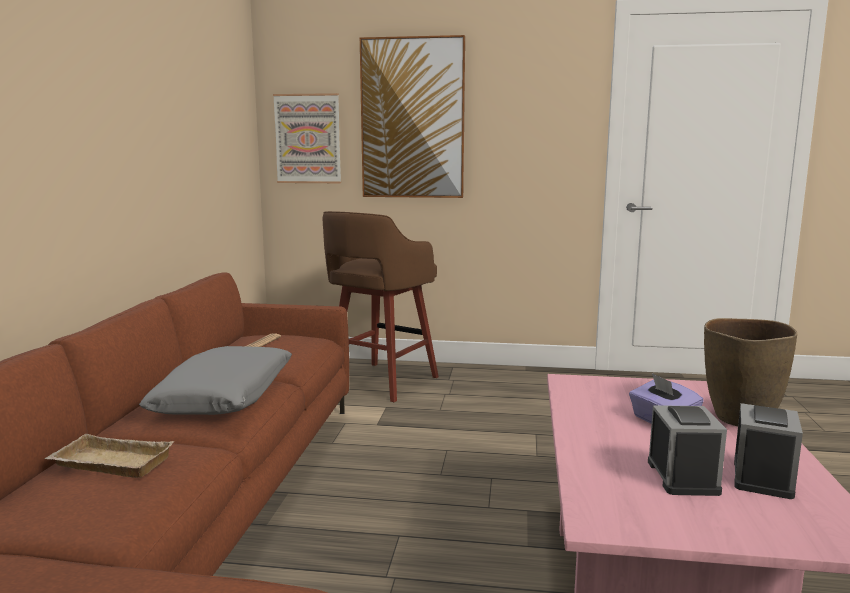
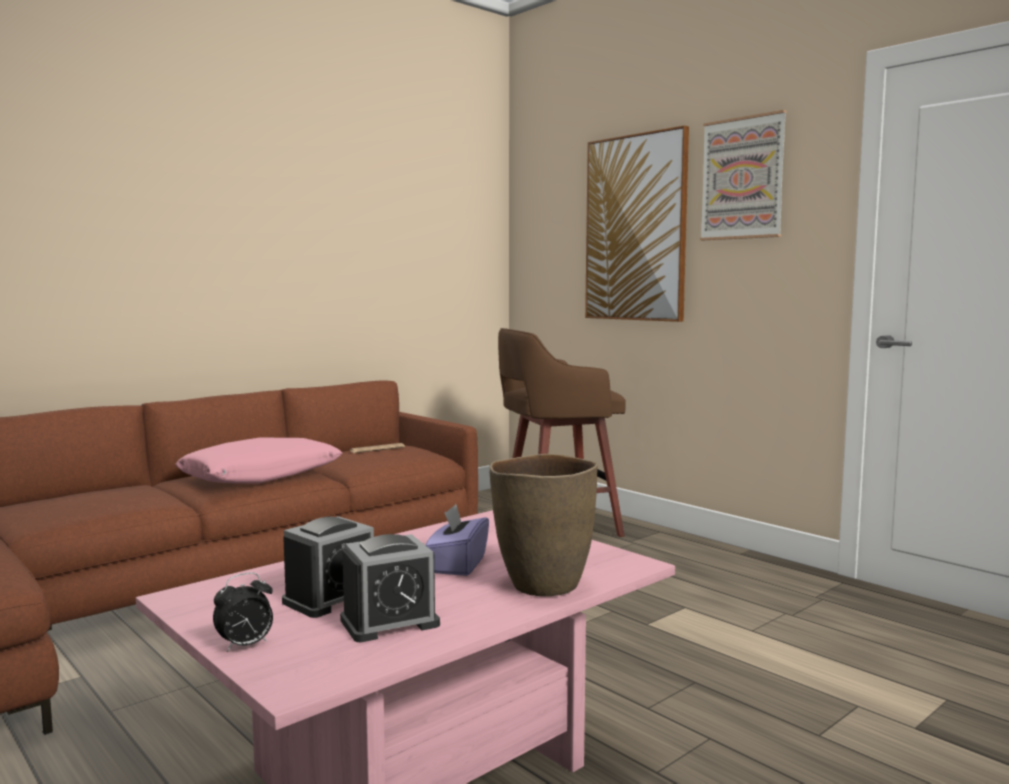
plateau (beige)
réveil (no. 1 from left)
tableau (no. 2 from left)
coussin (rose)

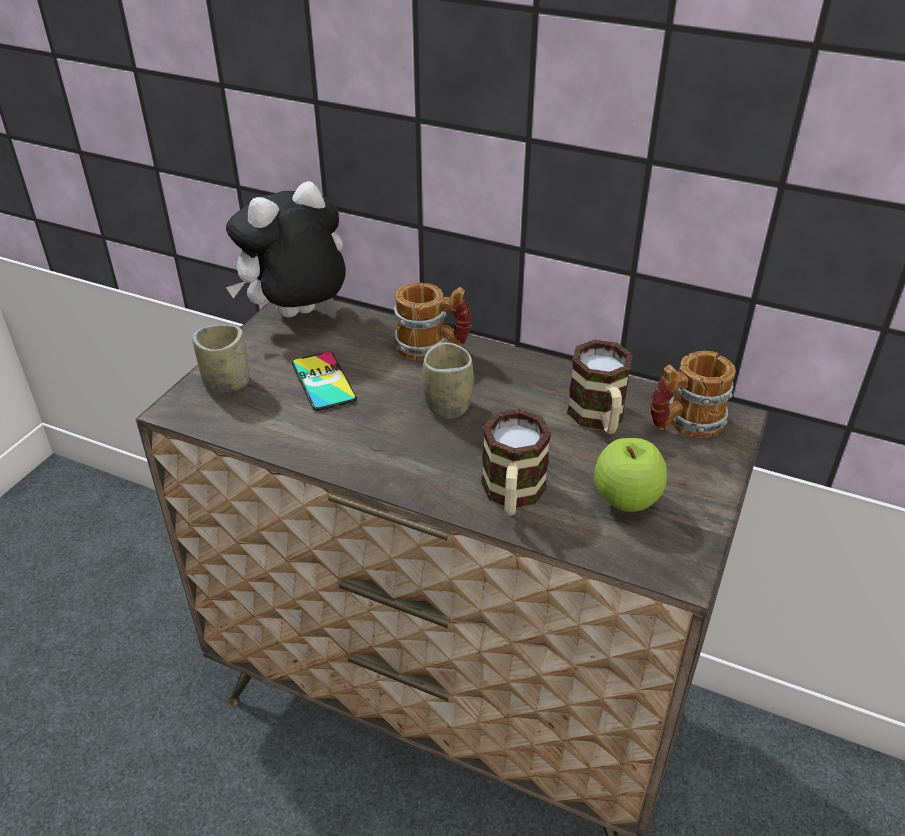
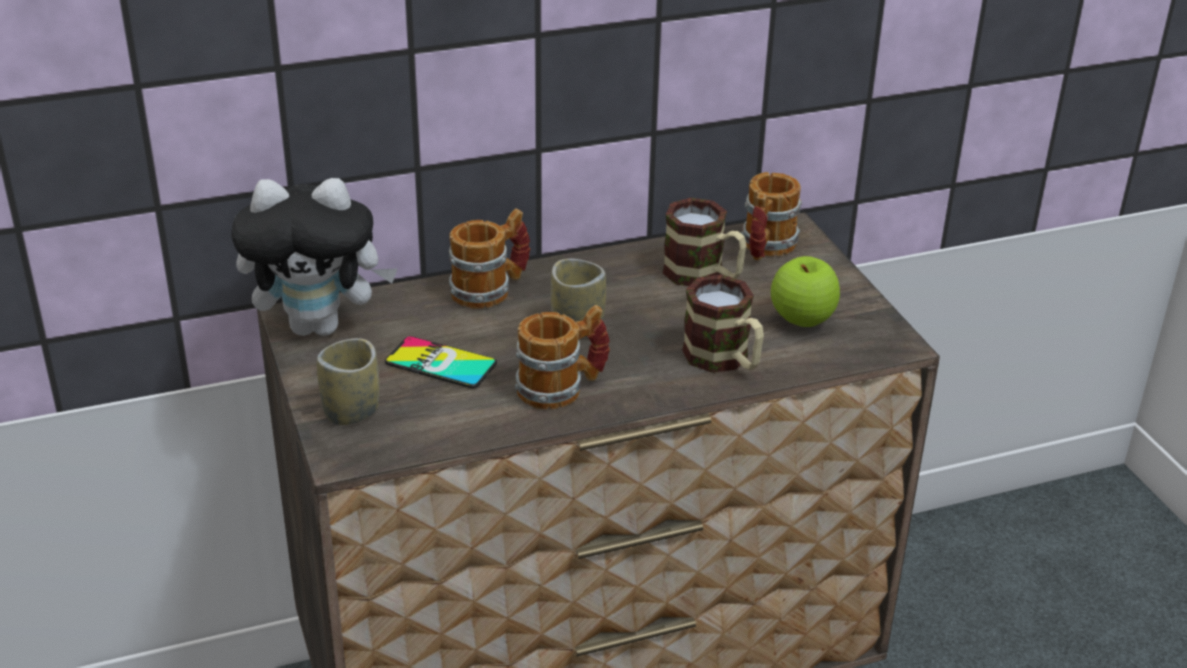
mug (no. 2 from left)
peluche

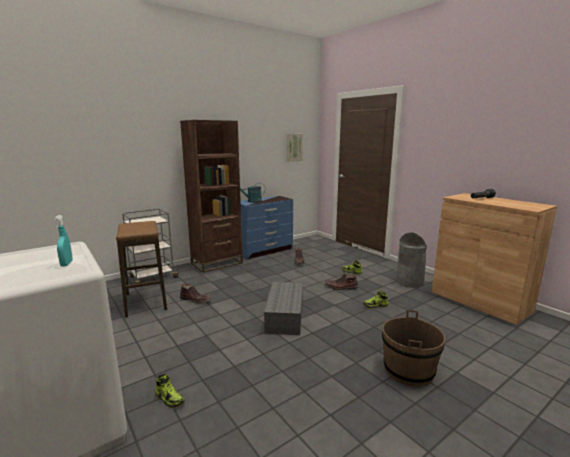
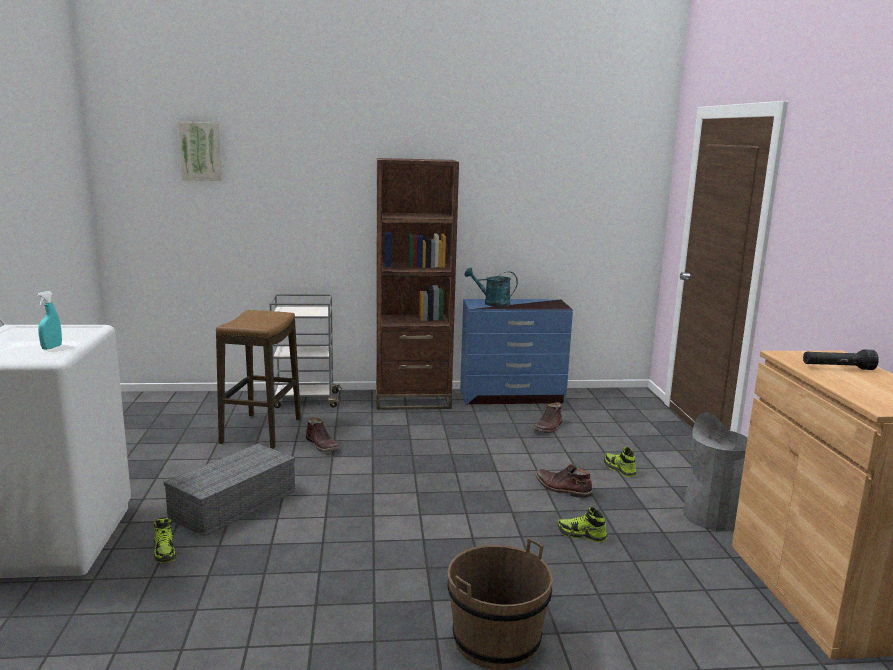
boîte de rangement (gris)
tableau

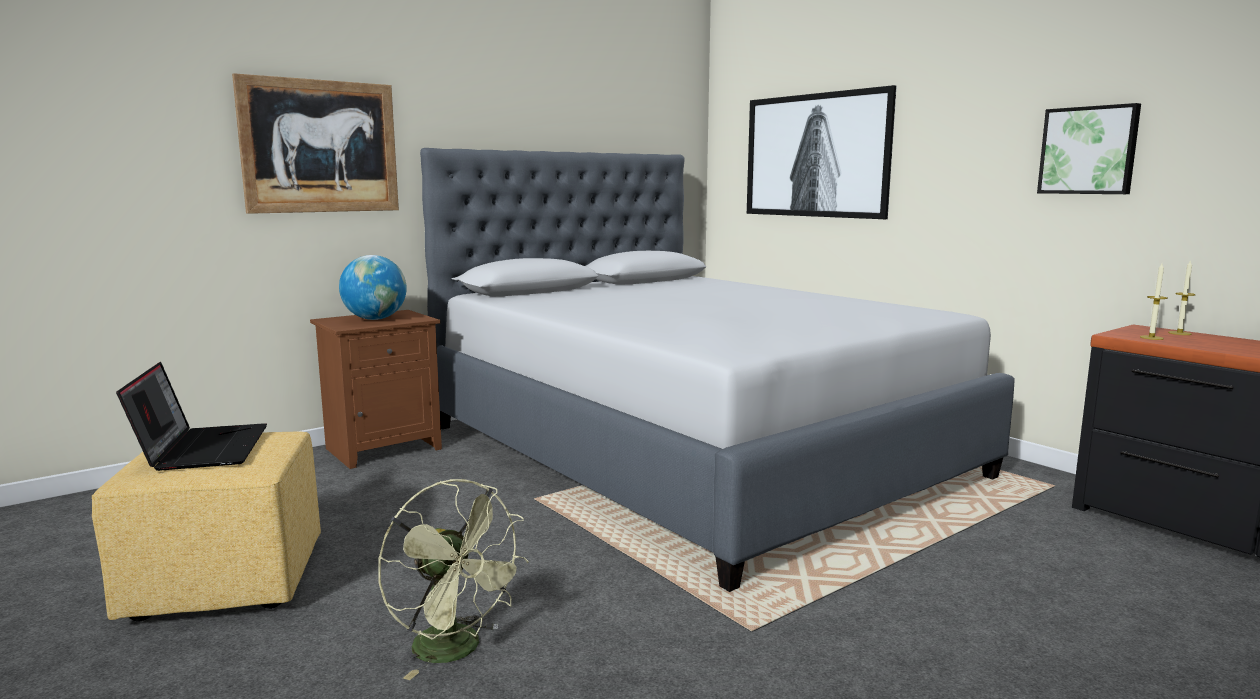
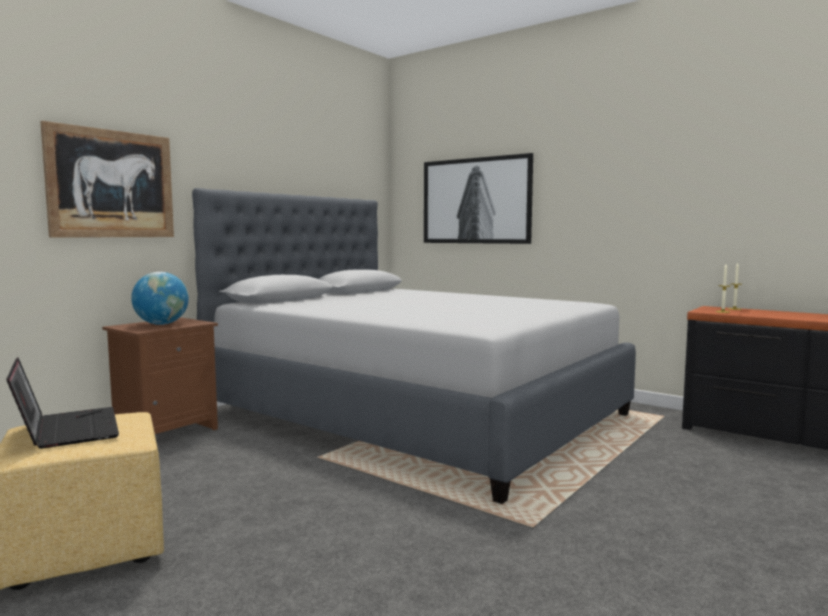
ventilateur (vert)
tableau (no. 3 from left in the first image)

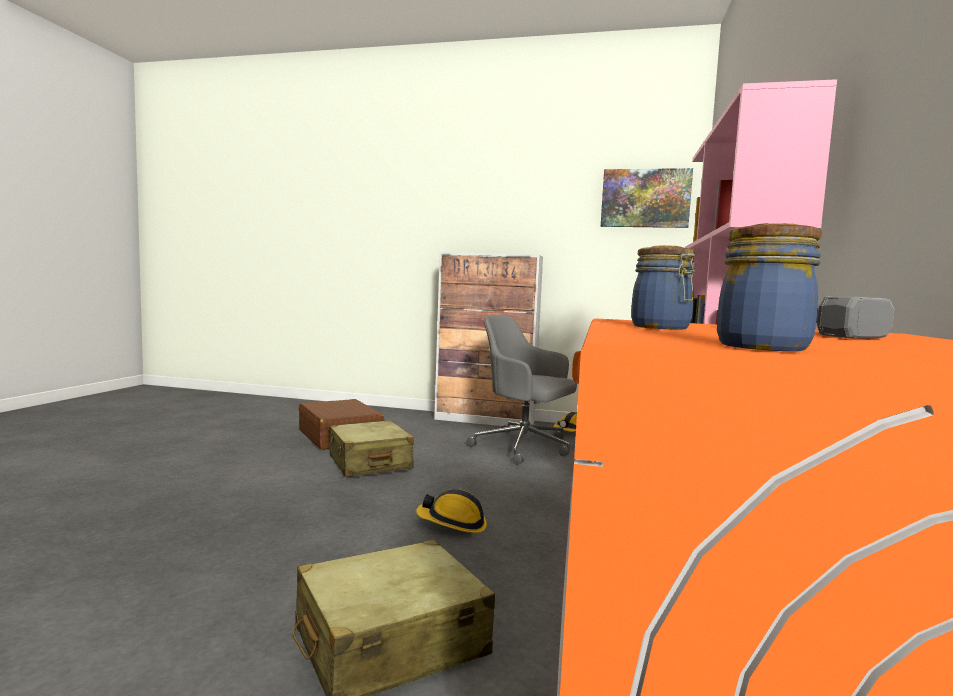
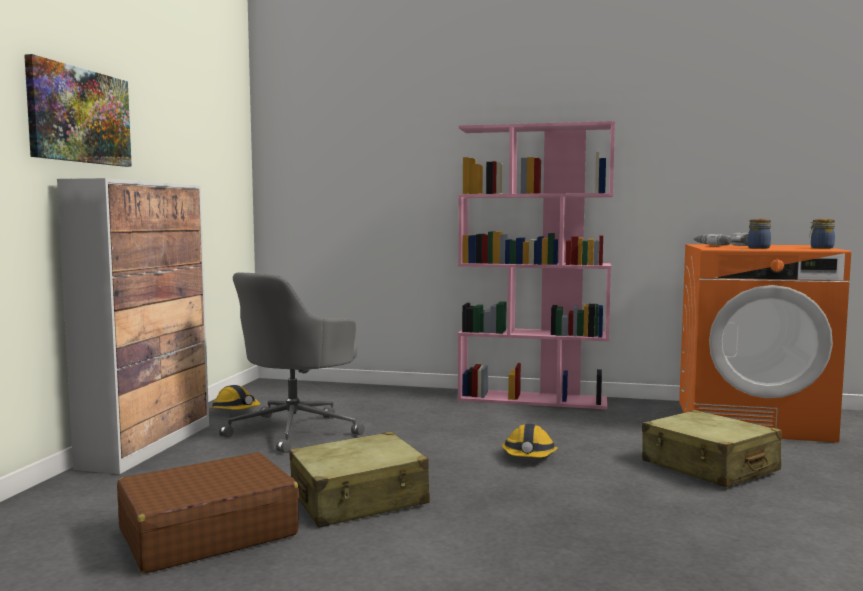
tableau

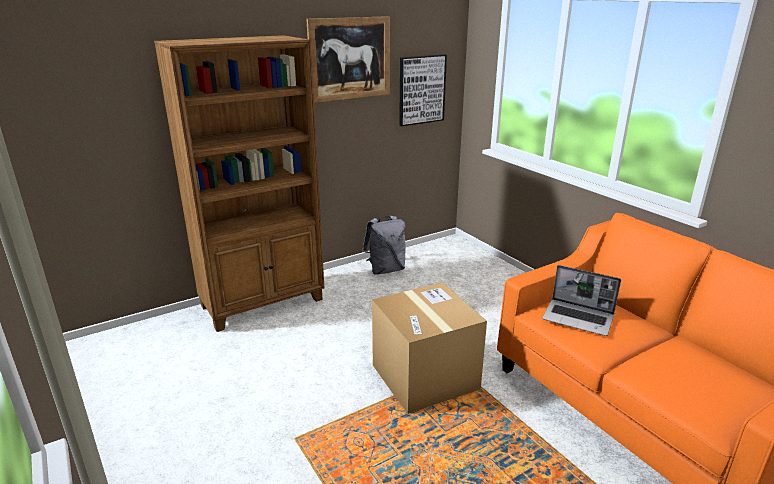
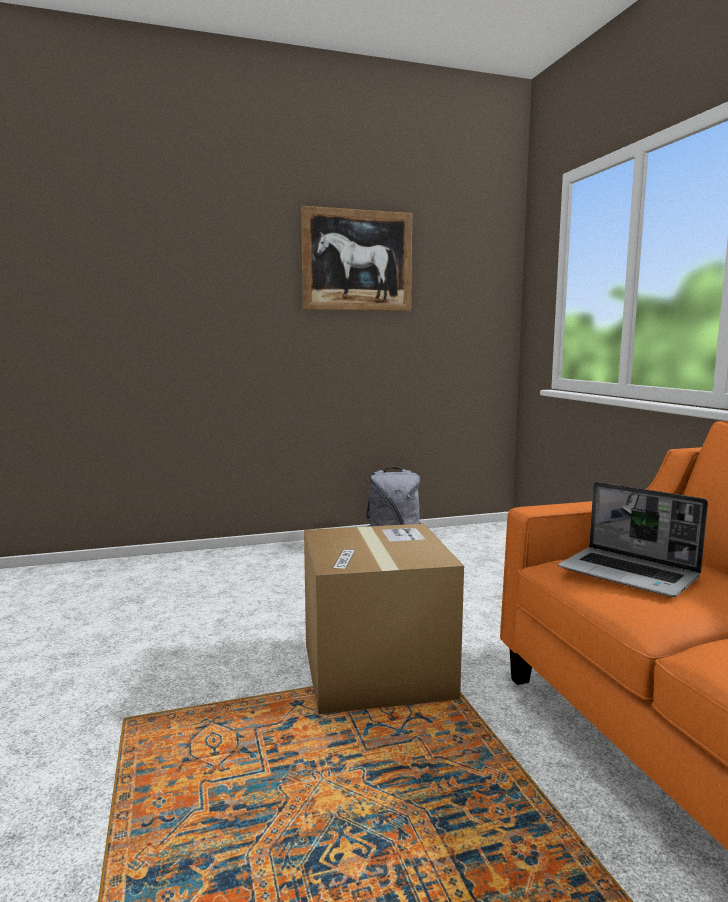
bibliothèque (marron)
tableau (no. 2 from left in the first image)

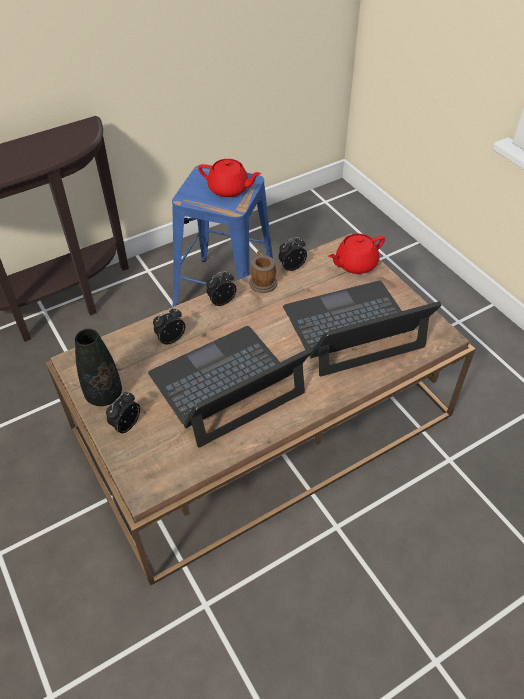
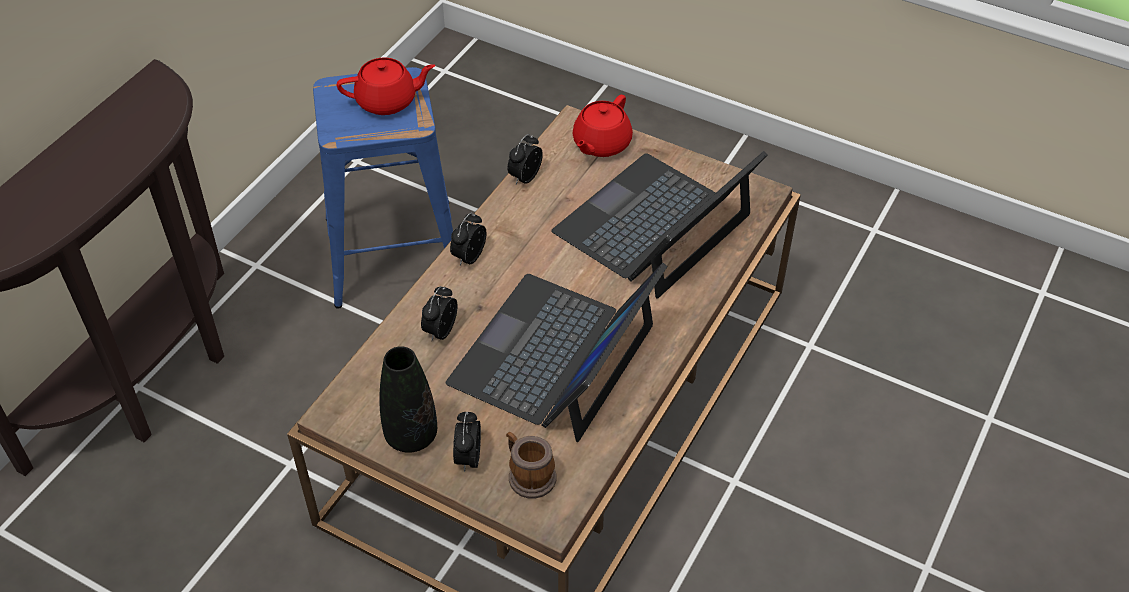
mug

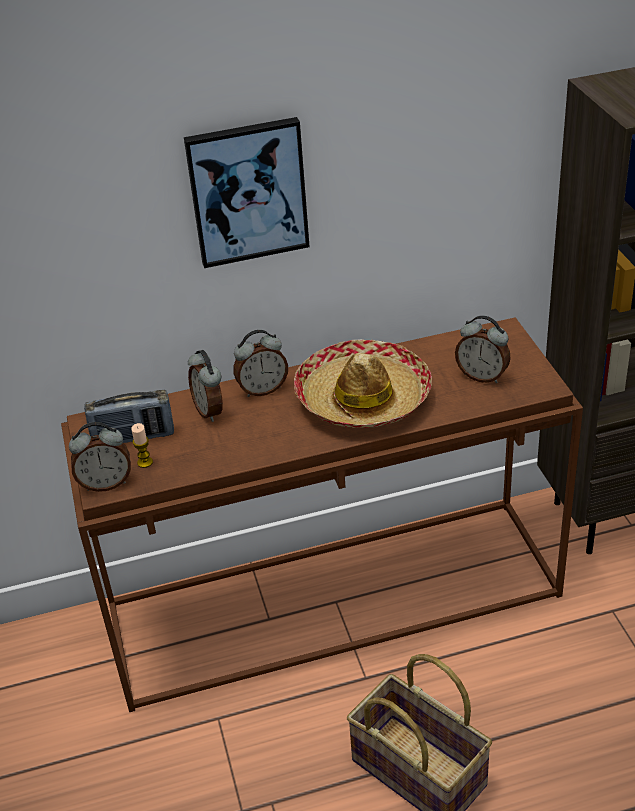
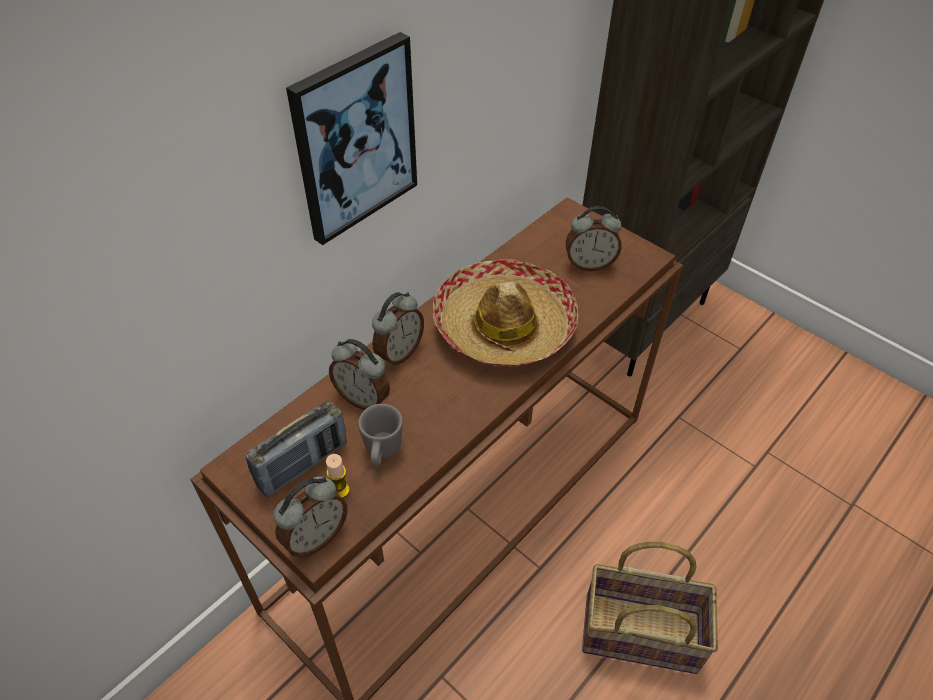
mug (gris)

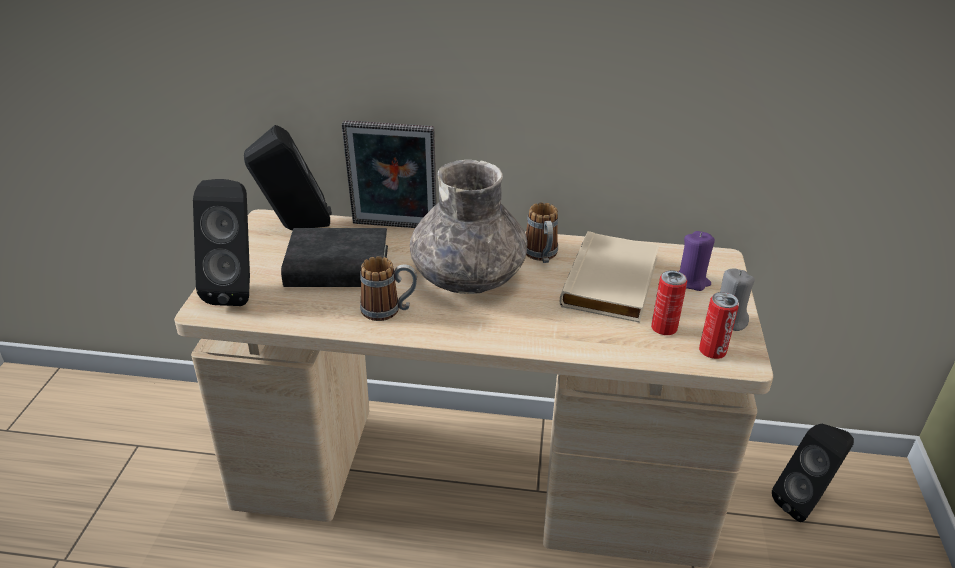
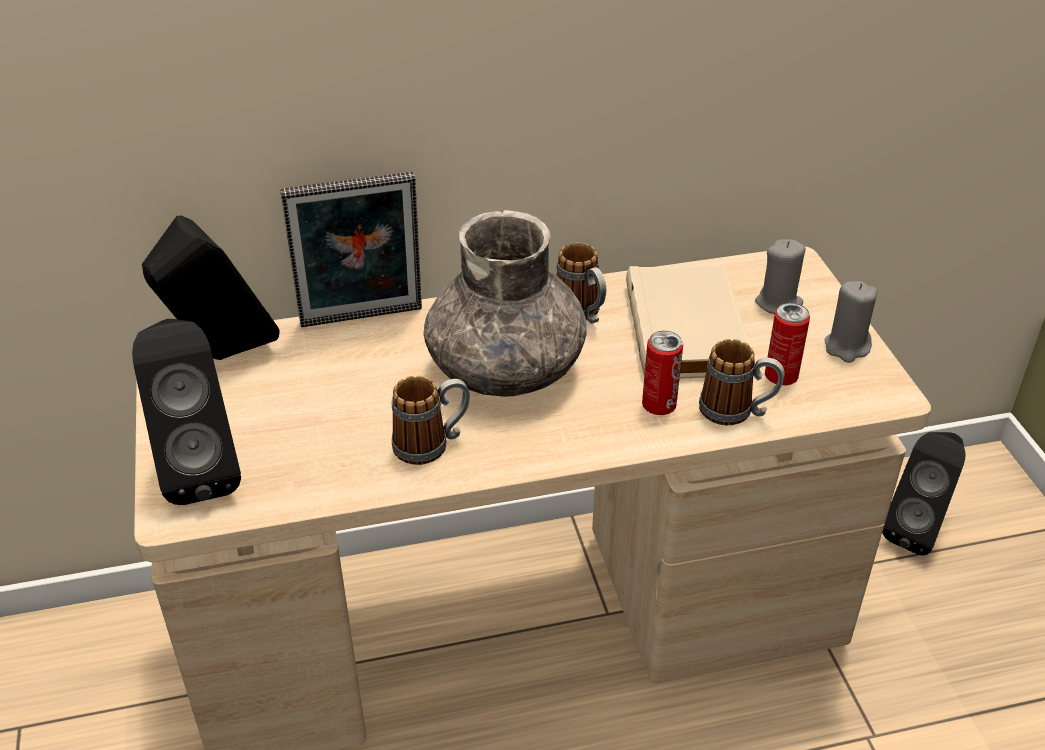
livre (noir)
mug (no. 3 from left)
boîte métallique (no. 1 from left)
bougie (gris) (no. 1 from left)

